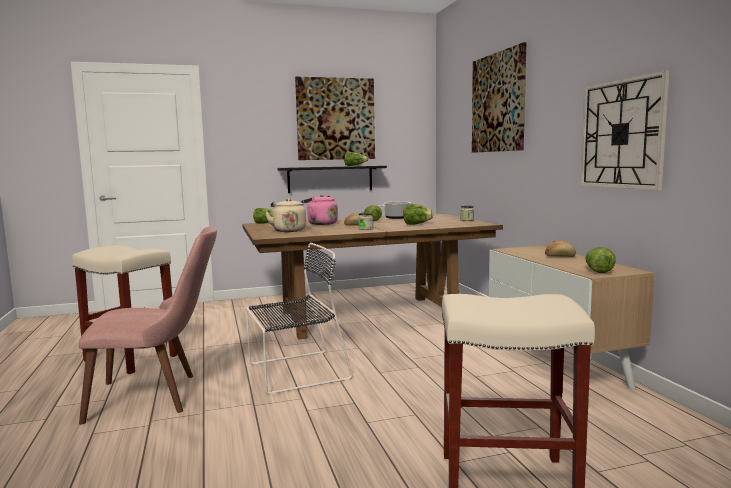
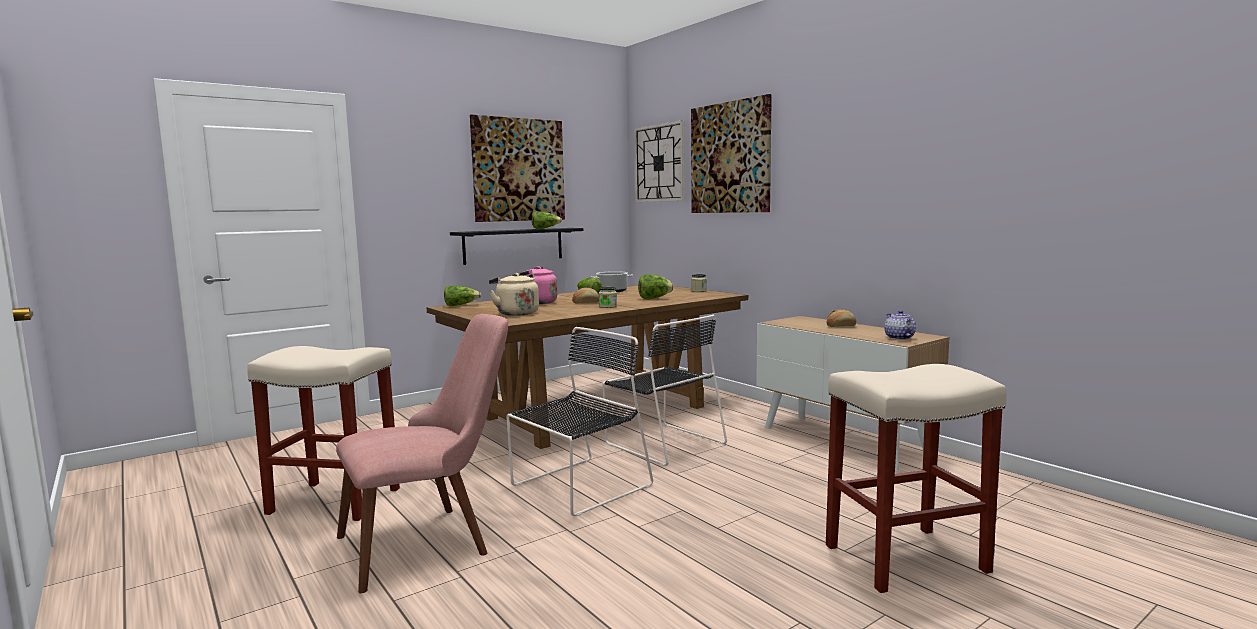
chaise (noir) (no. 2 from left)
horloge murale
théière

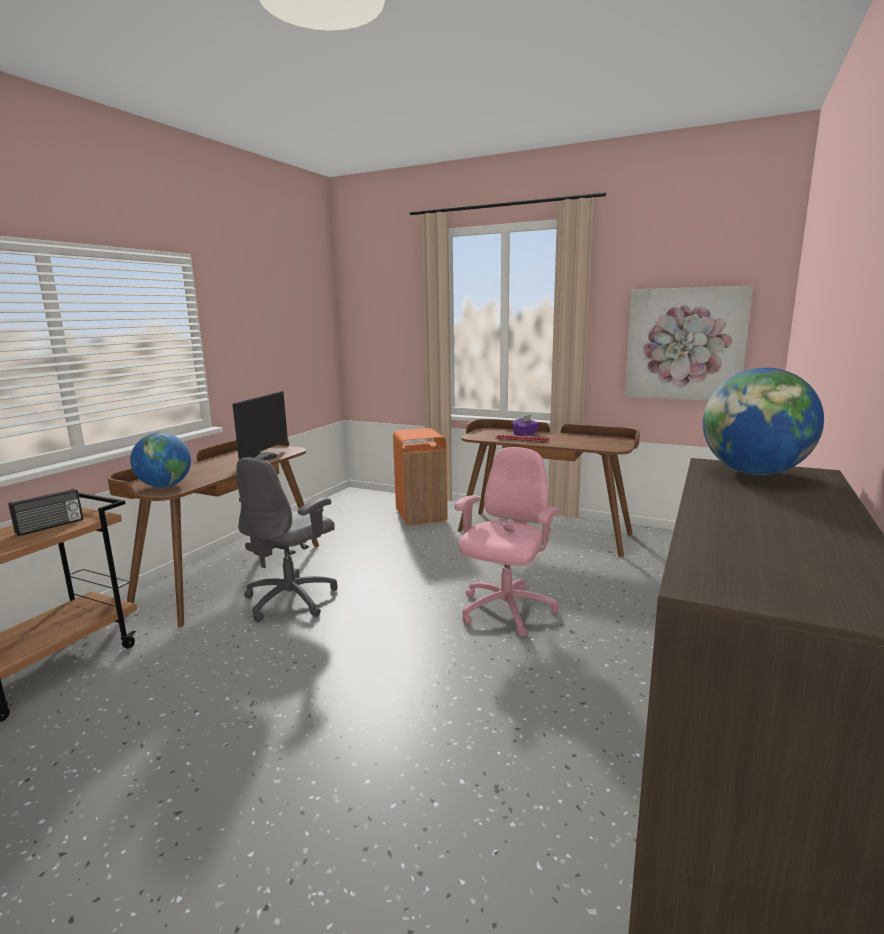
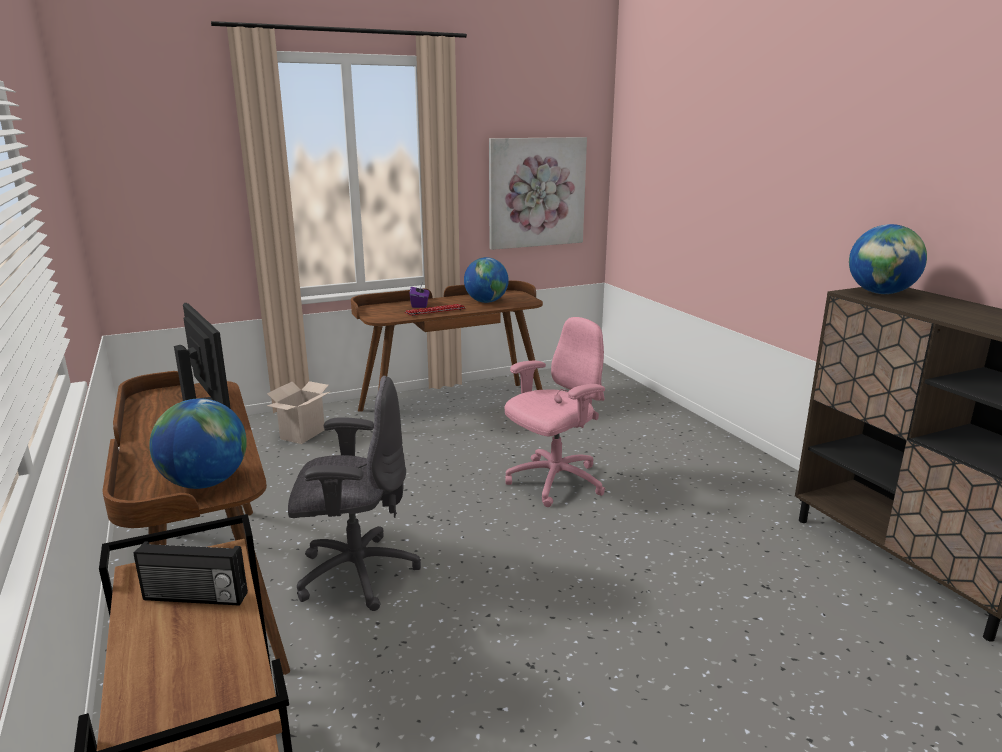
globe (no. 2 from left)
carton
radio
chaise de bureau (gris)
chaise de bureau (rose)

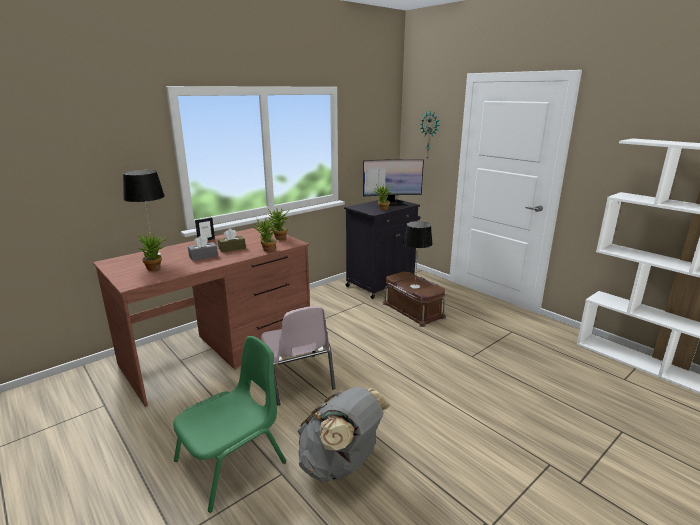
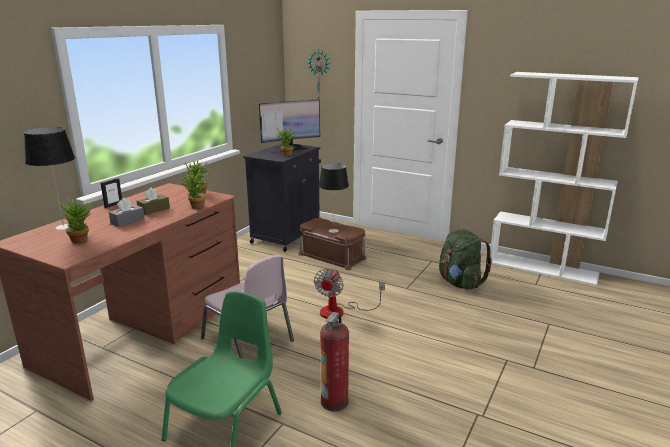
ventilateur
sac à dos (vert)
extincteur

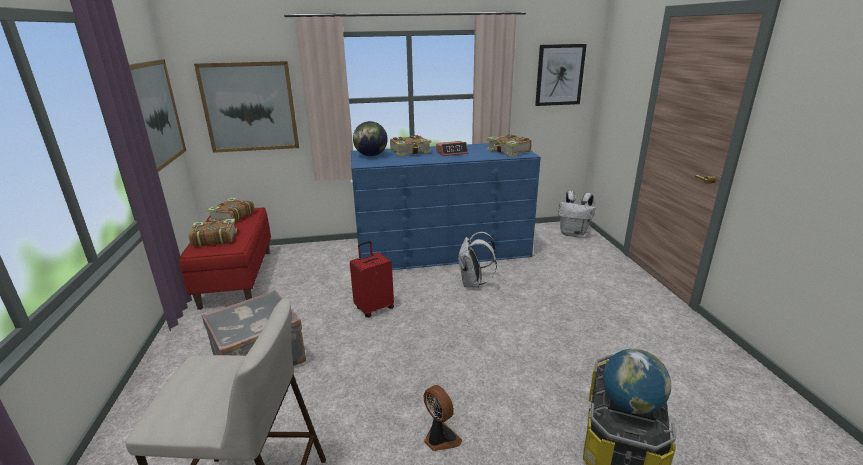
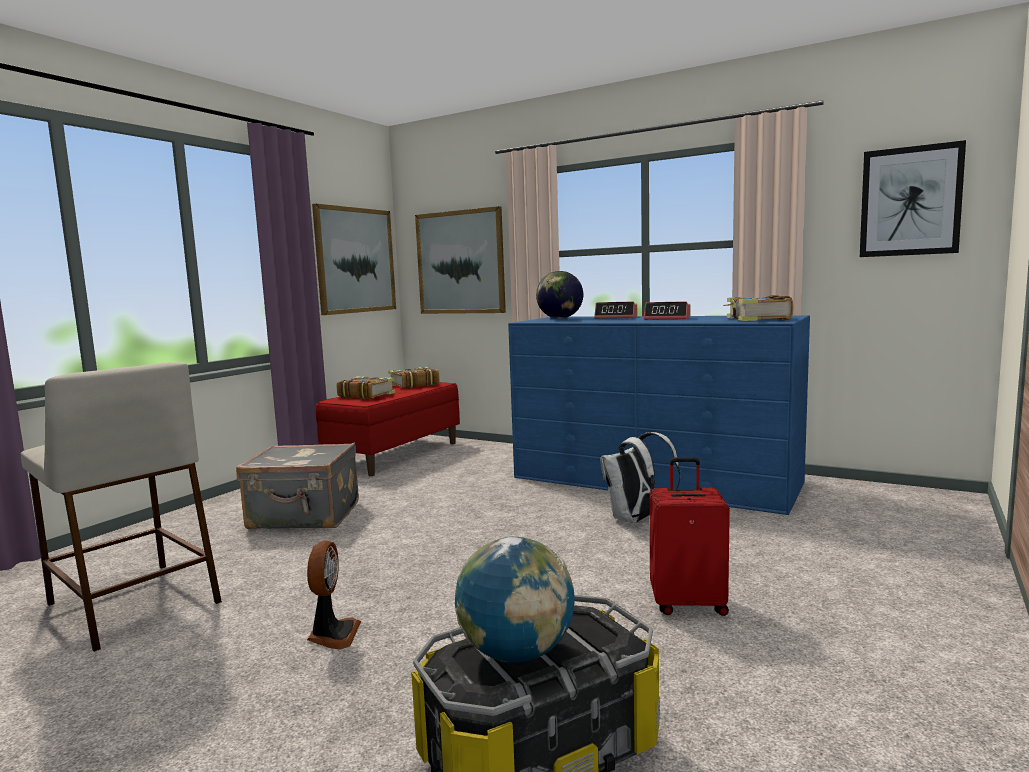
sac à dos (blanc) (no. 2 from left in the first image)
valise (rouge)
réveil (no. 1 from left)

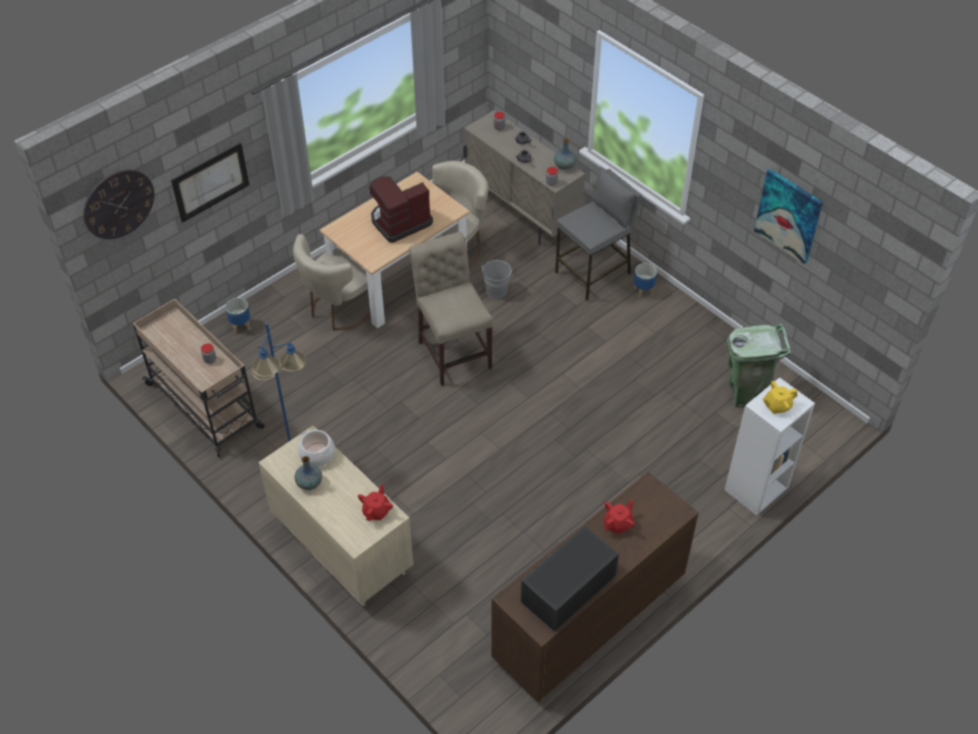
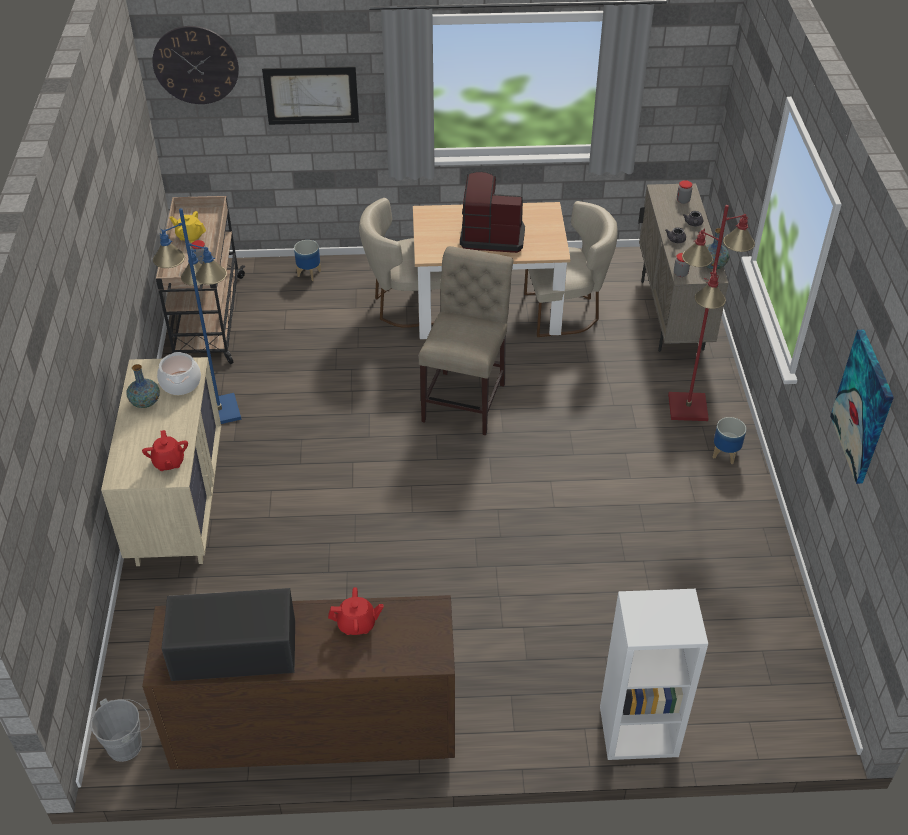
poubelle (vert)
seau (gris)
théière (jaune)
lampadaire (rouge)
théière (rouge) (no. 1 from left)

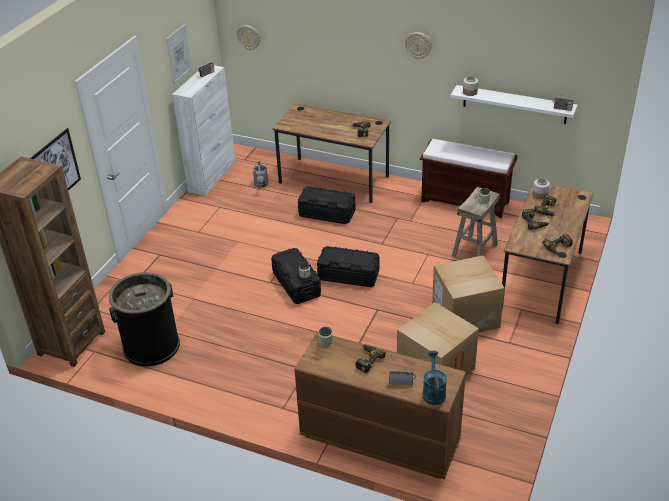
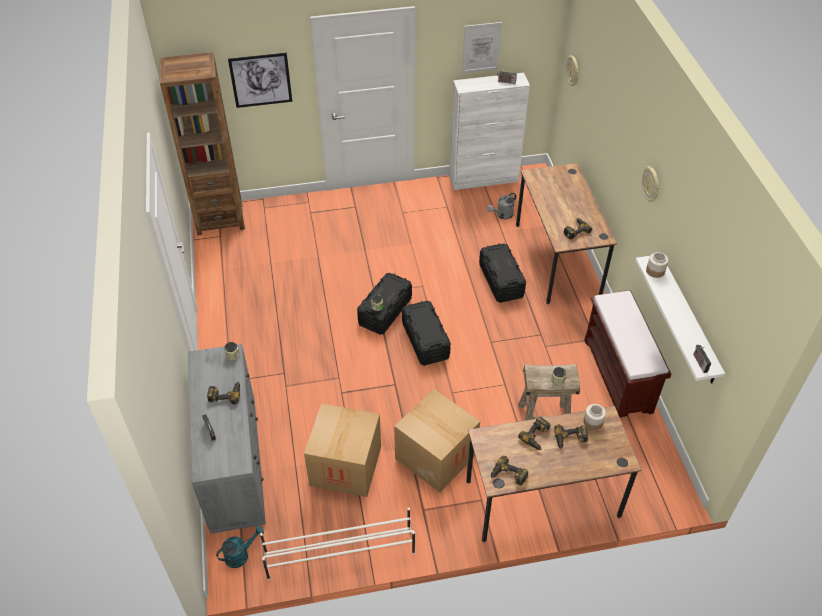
poubelle (noir)
étagère à chaussures (blanc)
arrosoir (turquoise)
commode (gris)

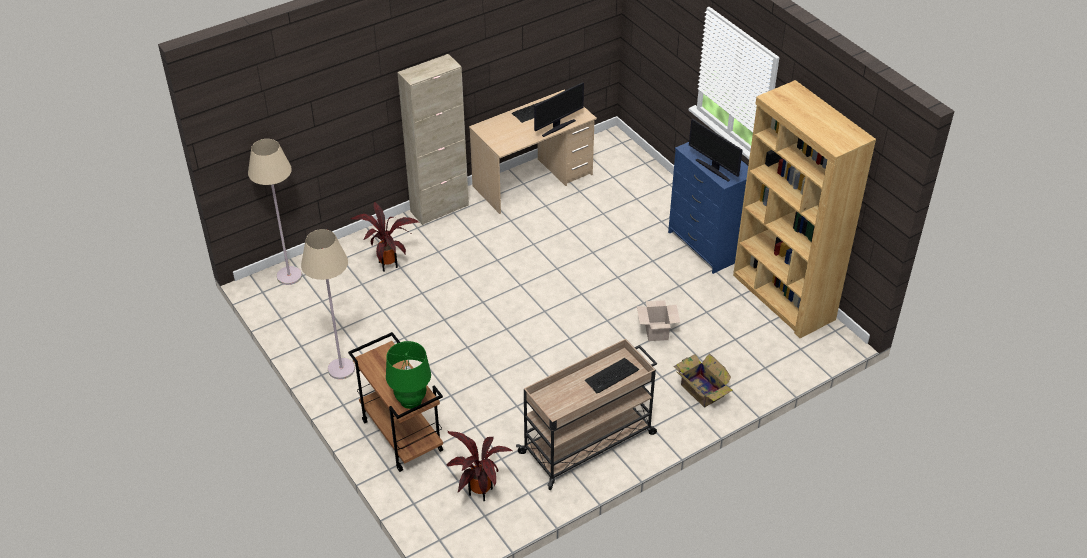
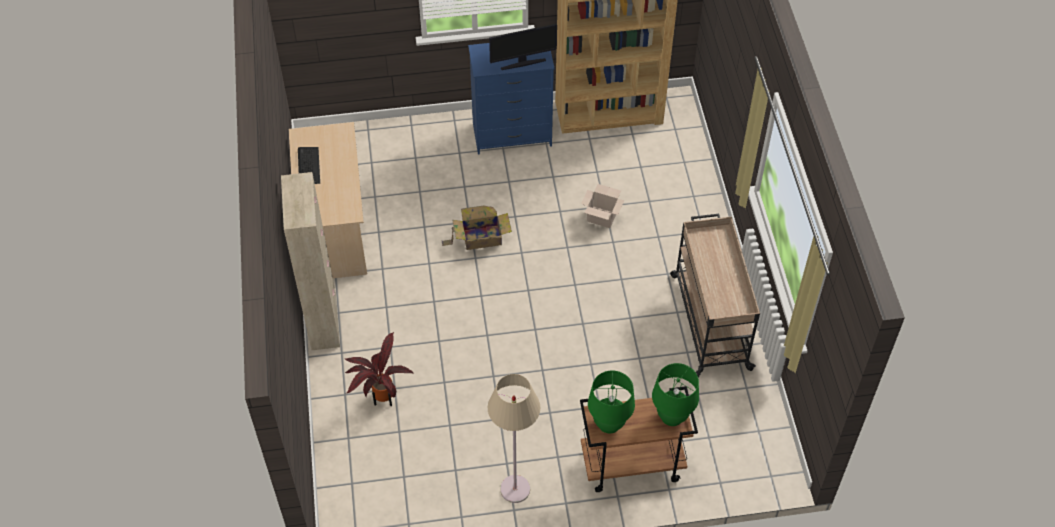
lampadaire (beige) (no. 1 from left in the first image)
plante en pot (no. 2 from left in the first image)
écran d'ordinateur (no. 1 from left in the first image)
clavier (no. 2 from left in the first image)
lampe de table (vert) (no. 1 from left)
carton (no. 1 from left)

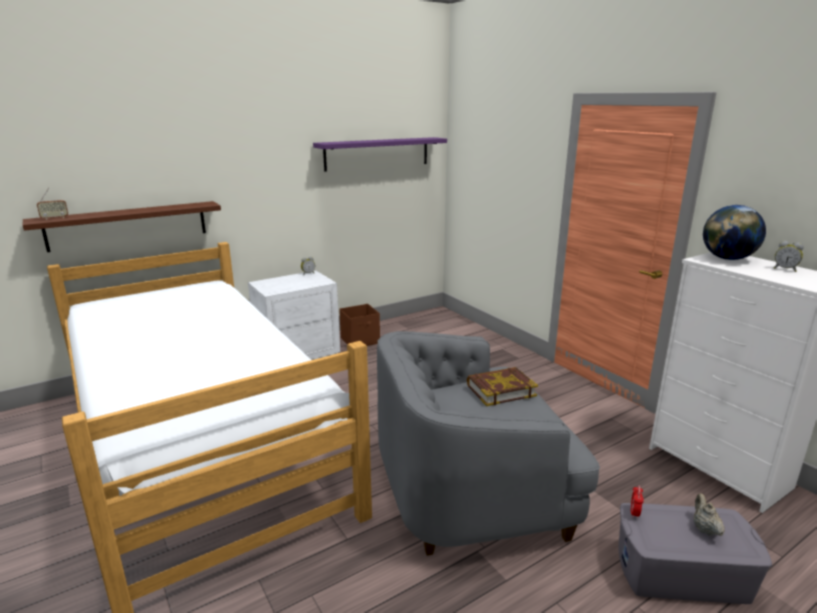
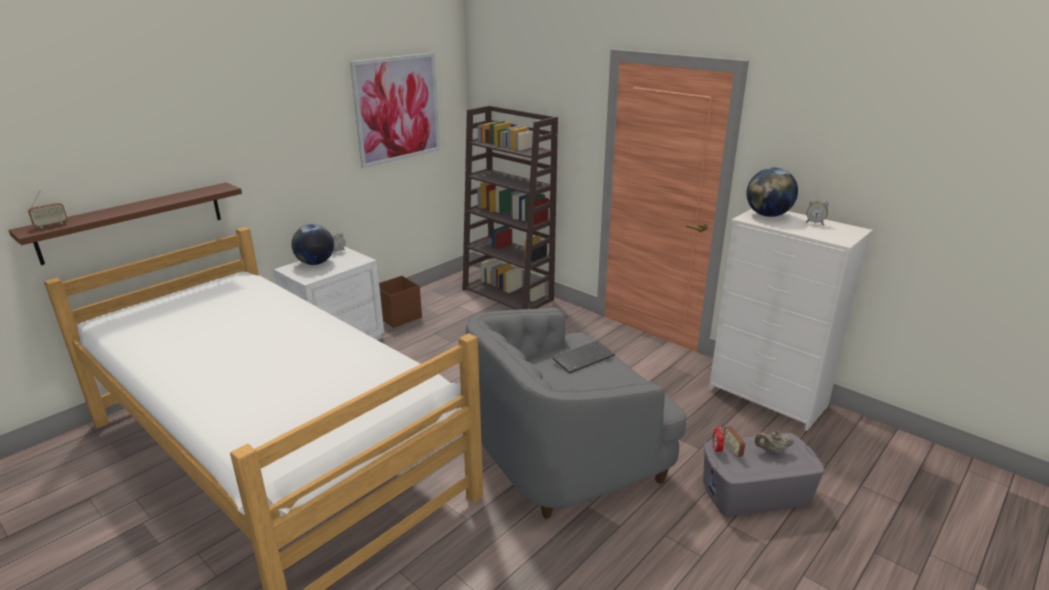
globe (no. 1 from left)
bibliothèque (marron)
radio (no. 2 from left)
tableau
clavier
théière (beige)

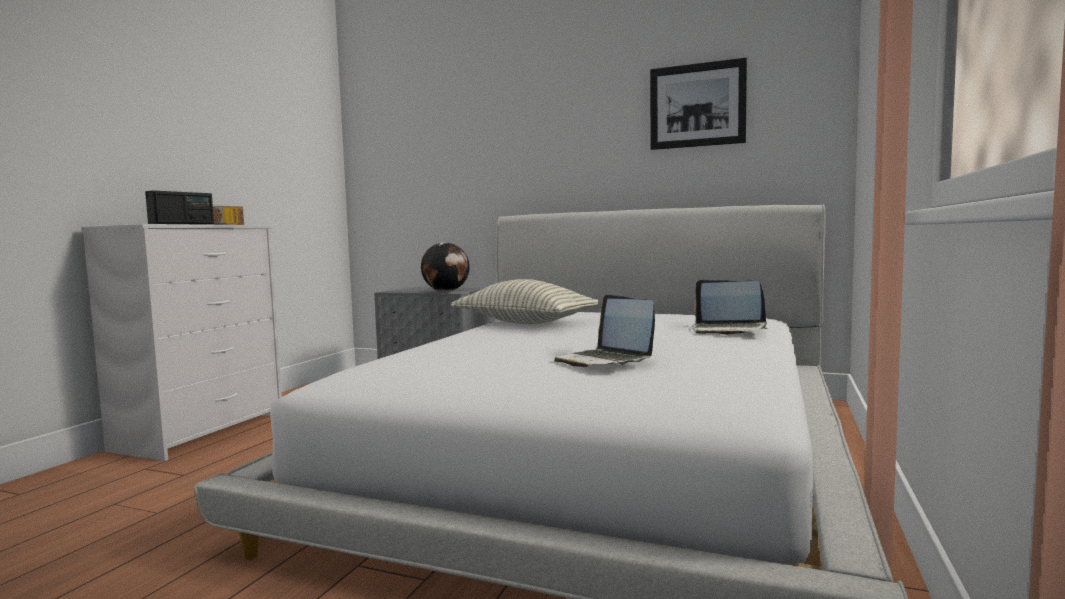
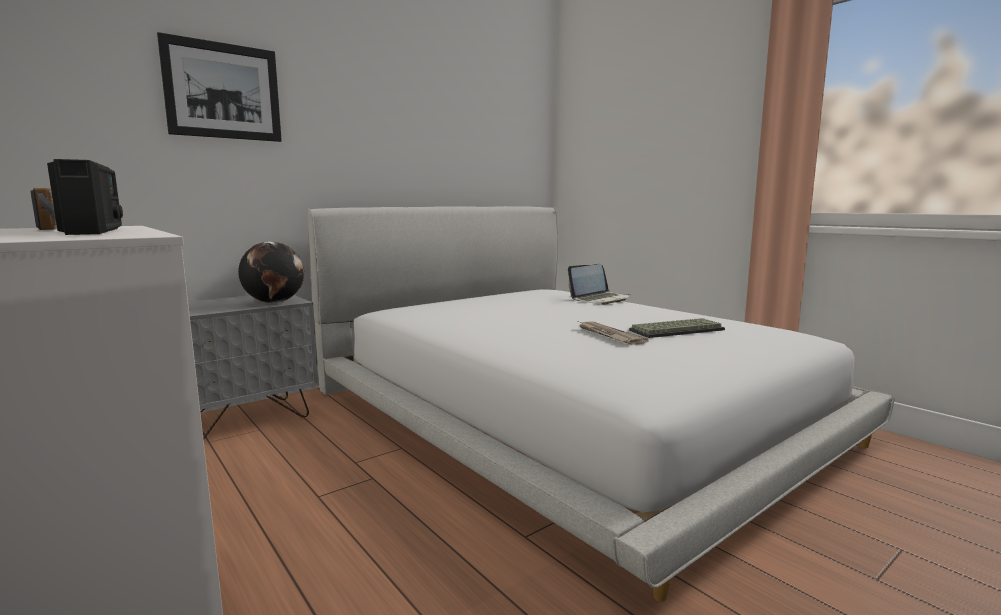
coussin
journal
tableau
clavier

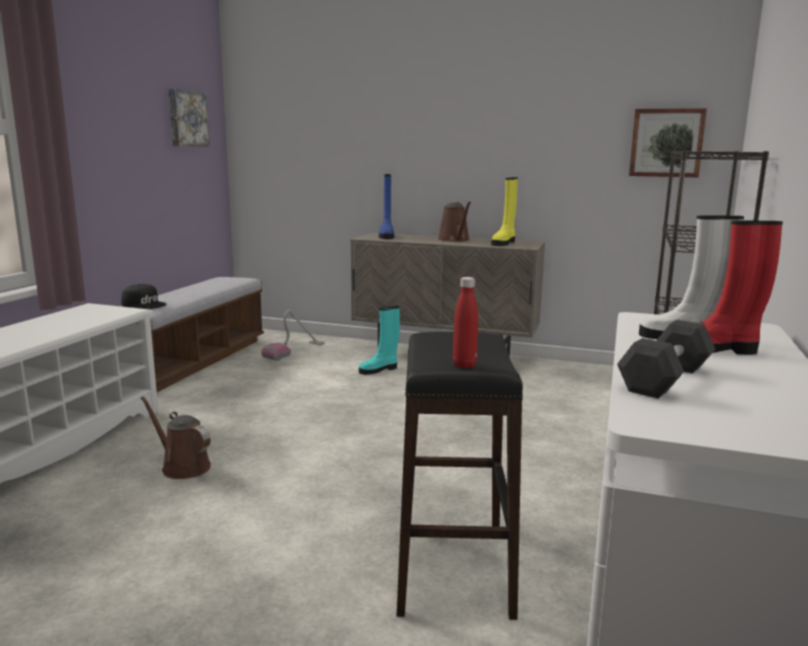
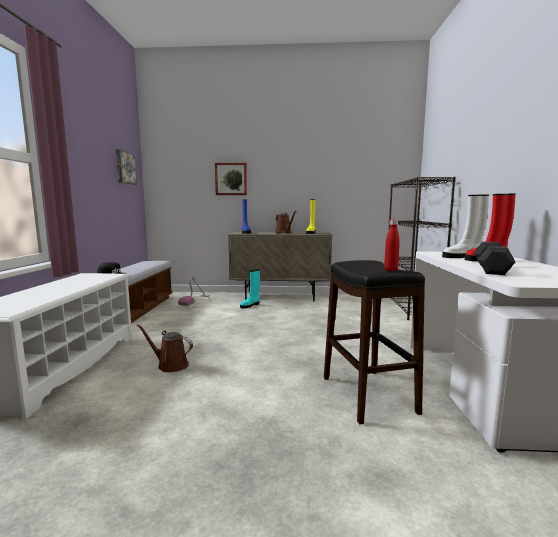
tableau (no. 2 from left)

